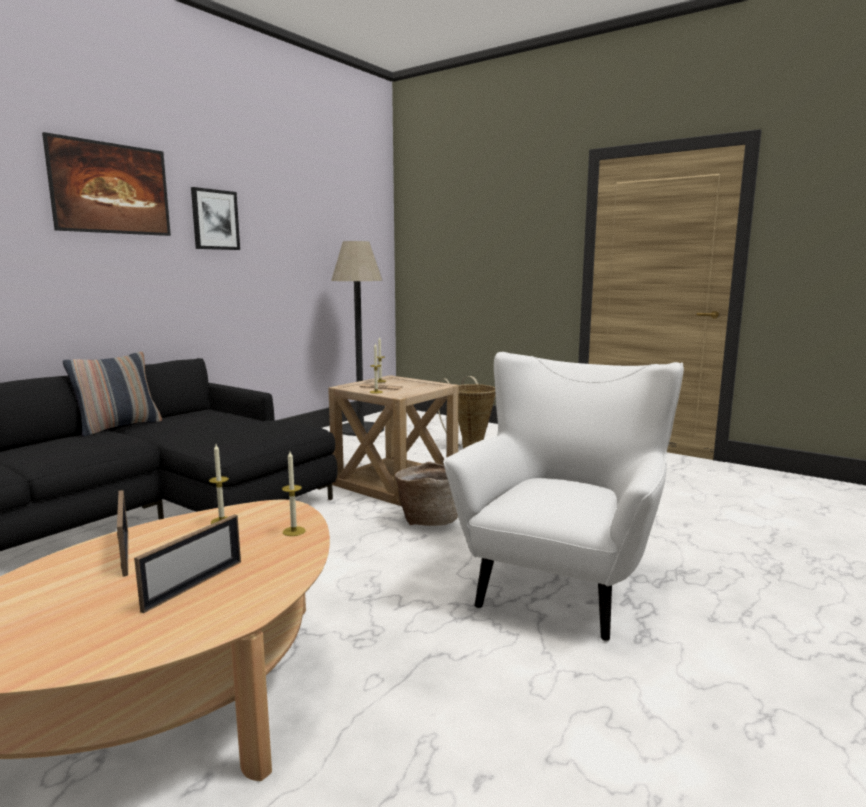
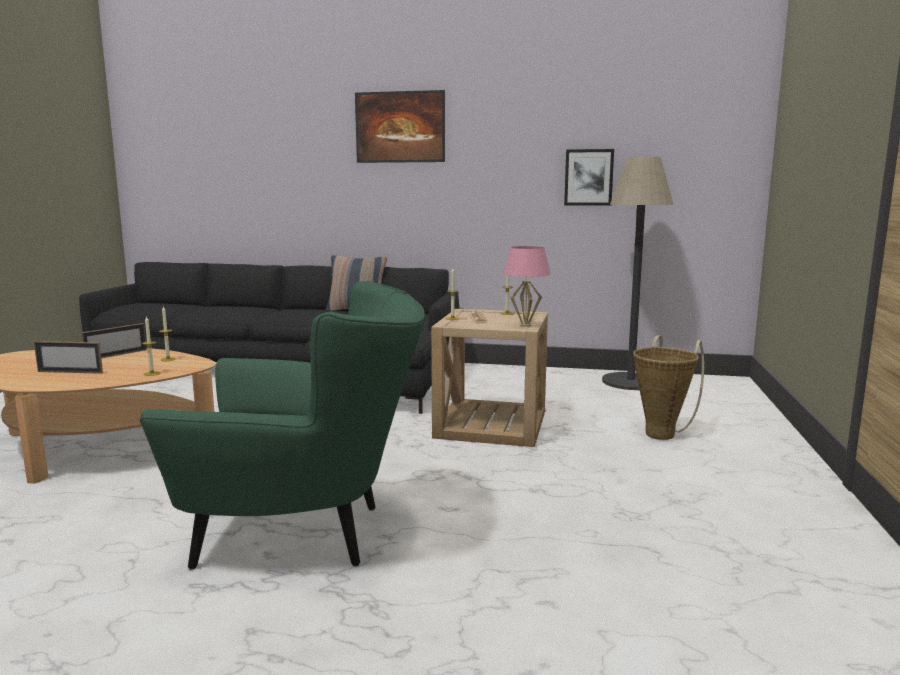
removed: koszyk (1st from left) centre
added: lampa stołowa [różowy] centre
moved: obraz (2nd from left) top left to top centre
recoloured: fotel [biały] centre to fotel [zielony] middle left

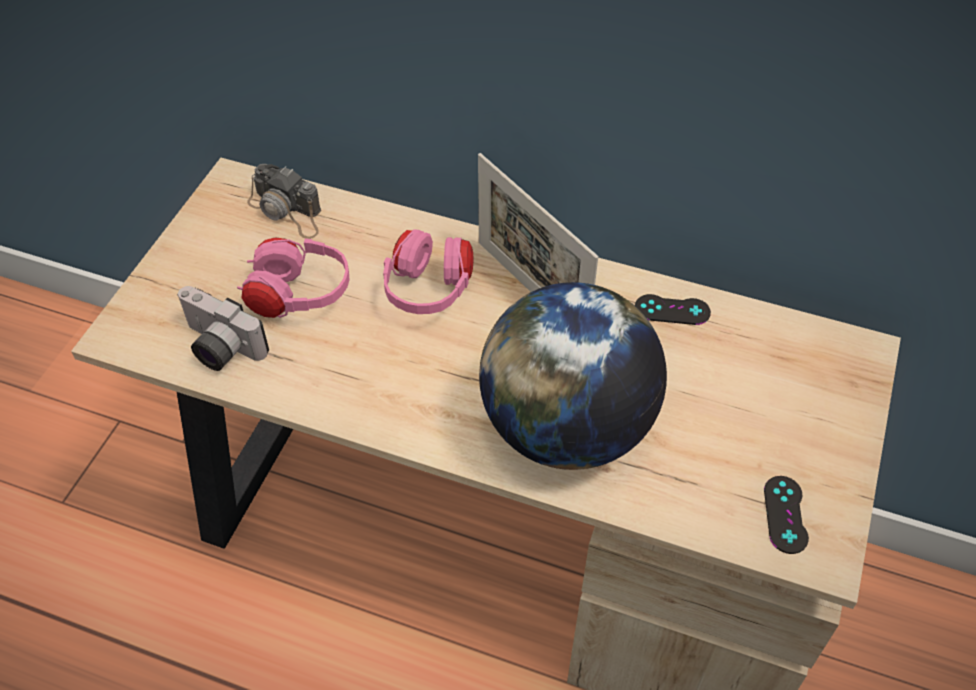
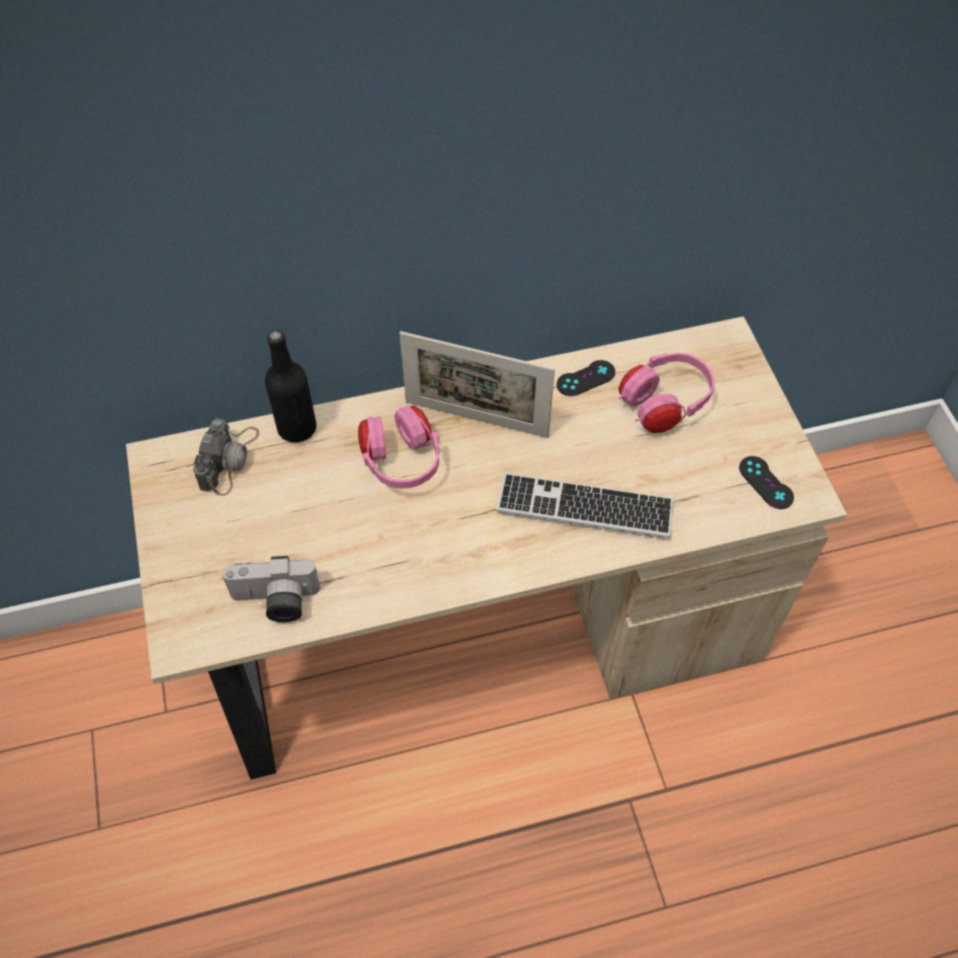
added: butelka [czarny] middle left
moved: słuchawki [różowy] (1st from left in the first image) middle left to słuchawki [różowy] (2nd from left) middle right
replaced: globus centre to klawiatura centre
turned: aparat fotograficzny (2nd from left in the first image) top left = middle left 75 degrees counterclockwise

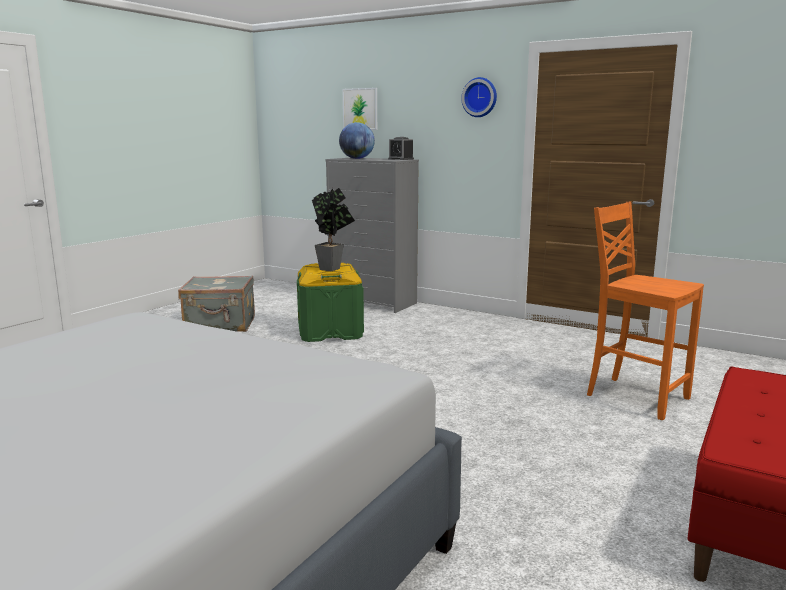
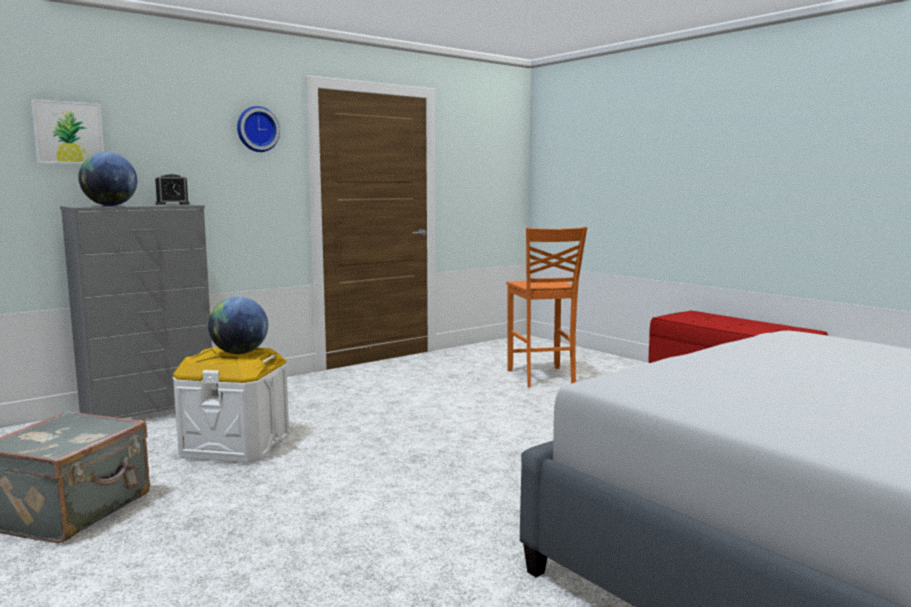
replaced: roślina doniczkowa centre to globus (2nd from left) middle left
recoloured: pojemnik do przechowywania [zielony] centre to pojemnik do przechowywania [biały] bottom left
turned: krzesło [pomarańczowy] middle right = centre 75 degrees counterclockwise

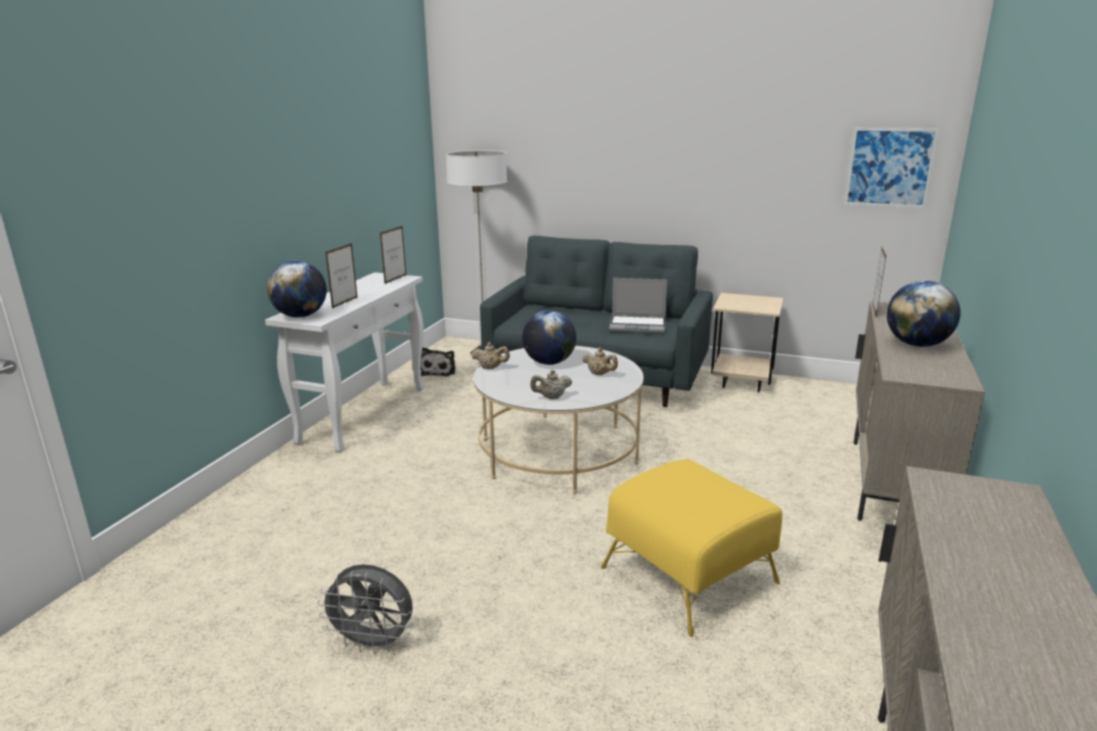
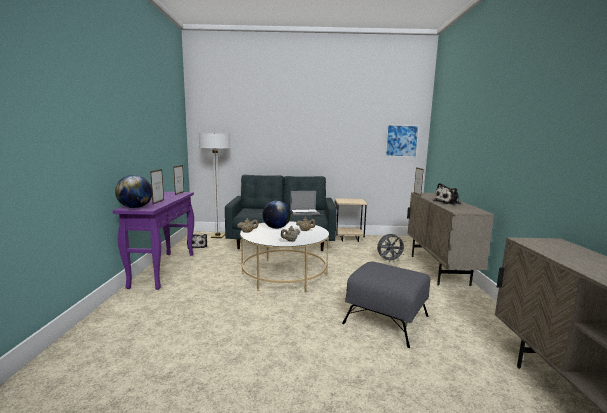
moved: wentylator [szary] bottom left to centre
replaced: globus (3rd from left) middle right to pluszak (2nd from left) middle right
recoloured: stolik konsolowy [biały] middle left to stolik konsolowy [fioletowy] middle left; pufa [żółty] bottom centre to pufa [szary] bottom centre

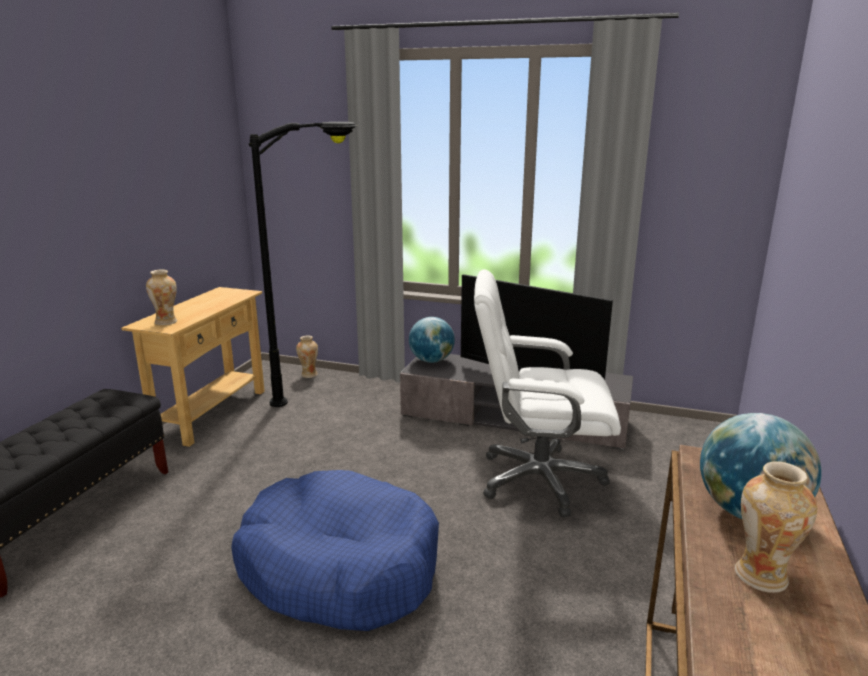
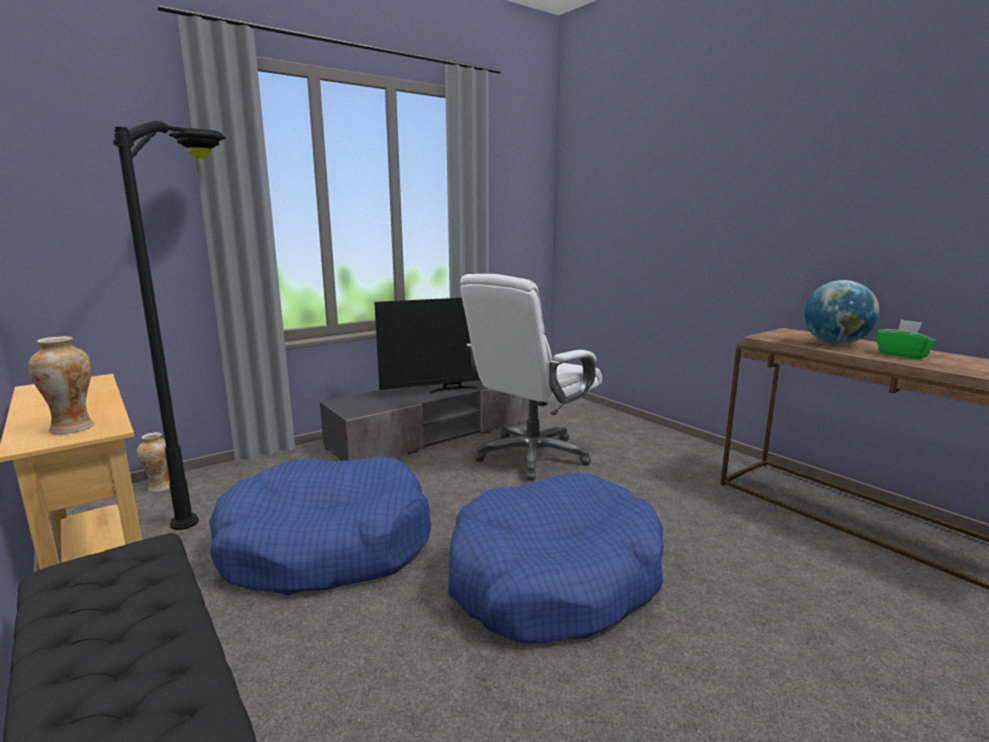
removed: globus (1st from left) centre
added: legowisko [niebieski] (1st from left) bottom left
replaced: wazon (3rd from left) bottom right to pudełko chusteczek [zielony] middle right

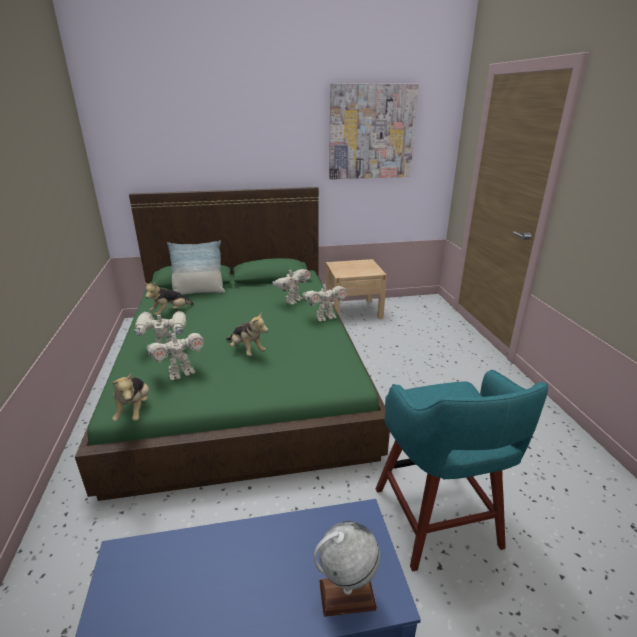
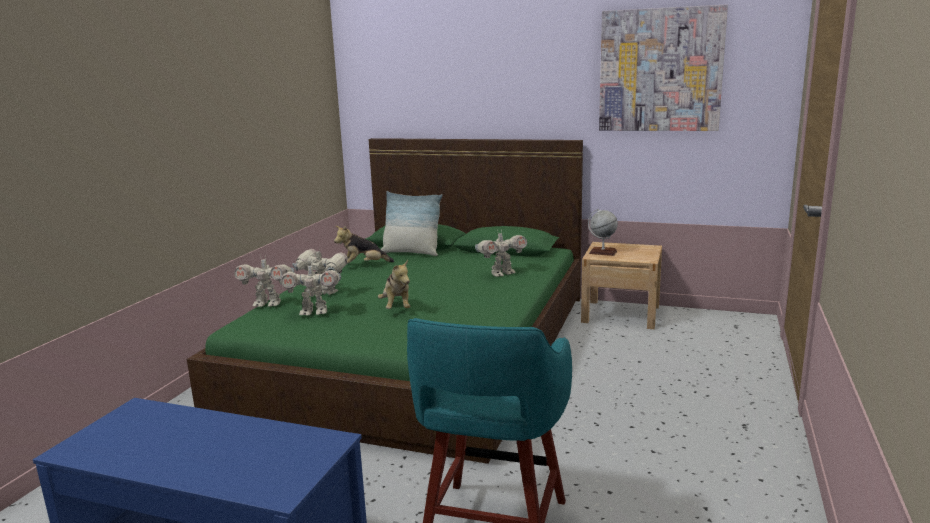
removed: pluszak (1st from left) middle left
moved: robot zabawkowy (4th from left in the first image) centre to robot zabawkowy (1st from left) middle left; globus bottom centre to centre

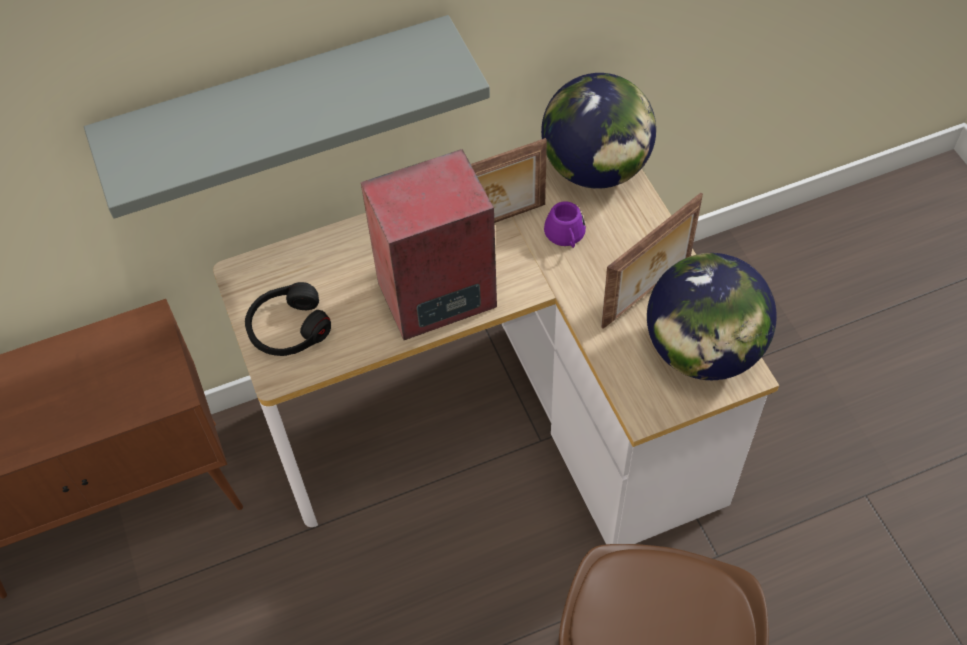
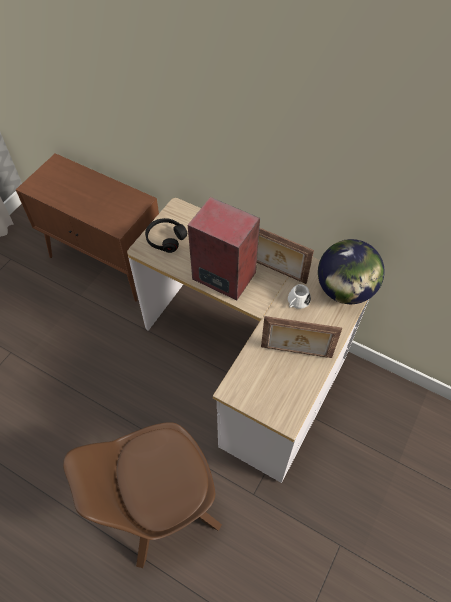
removed: półka [szary] top left; globus (2nd from left) middle right
recoloured: kubek [fioletowy] centre to kubek [biały] centre

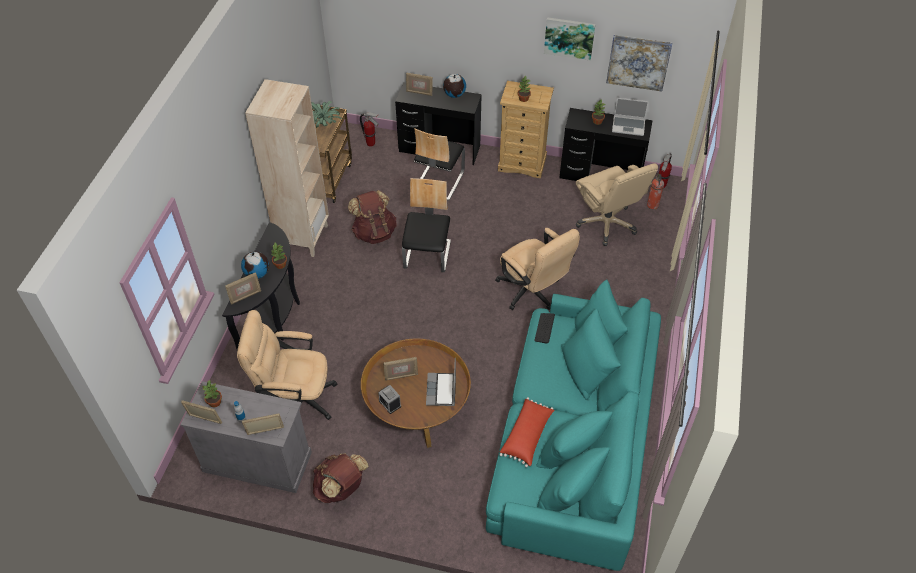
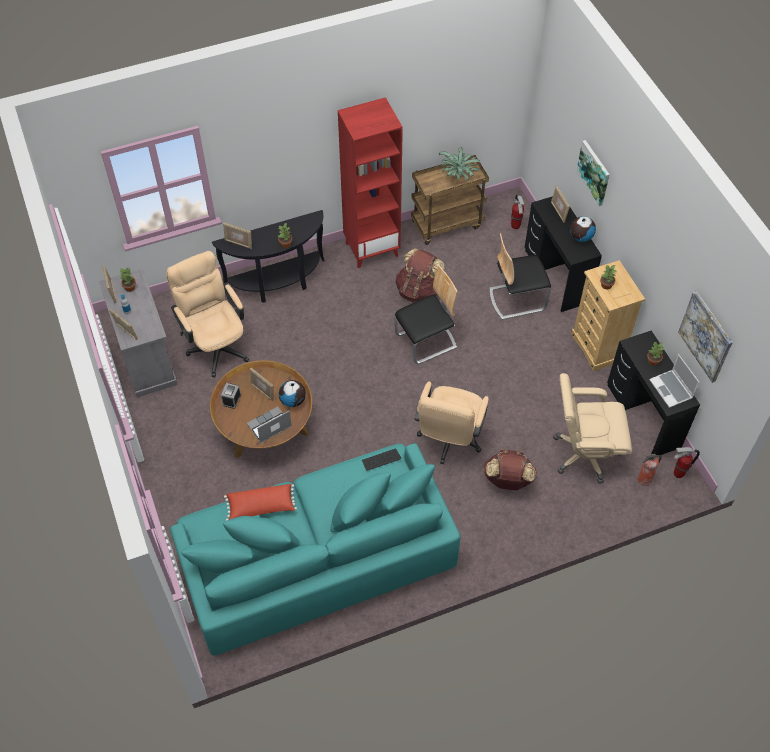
moved: obraz (1st from left) top centre to top right; globus (1st from left) middle left to centre; plecak [brązowy] (1st from left in the first image) bottom centre to plecak [brązowy] (2nd from left) centre
recoloured: regał [beżowy] top left to regał [czerwony] top centre
turned: krzesło biurowe [beżowy] (3rd from left) middle right = middle right 60 degrees clockwise

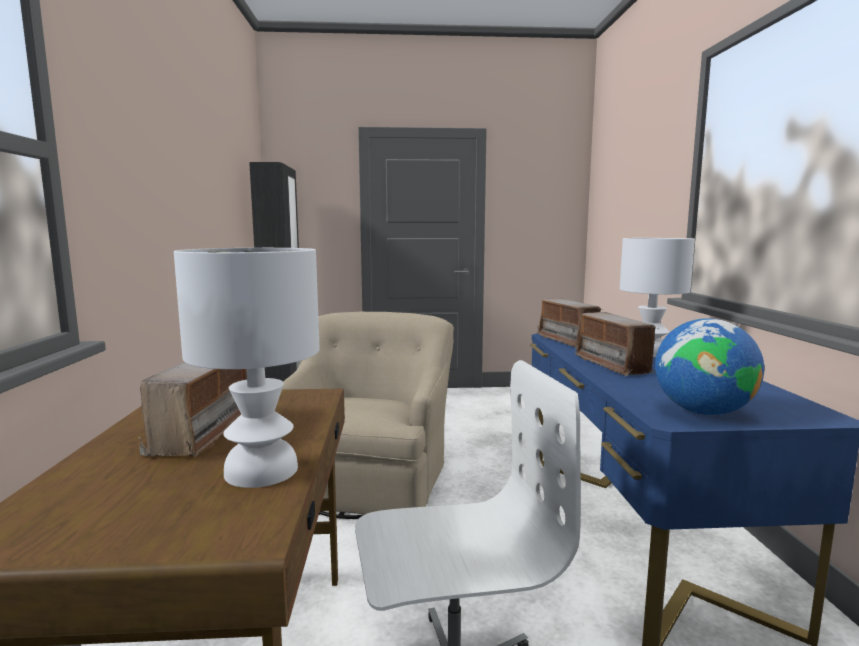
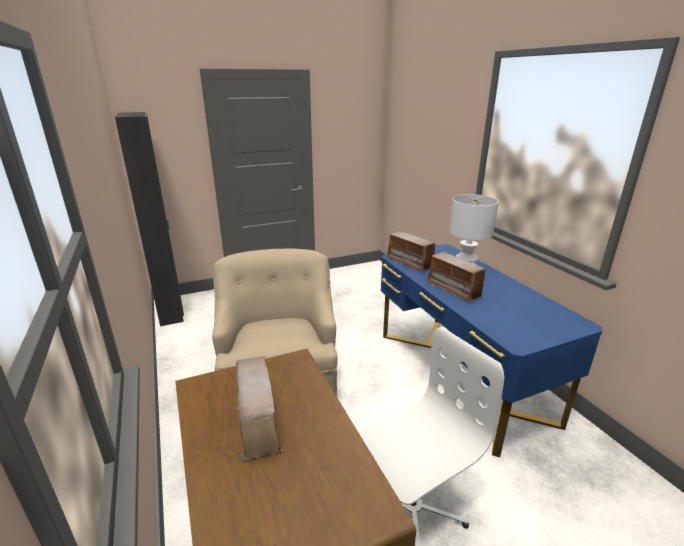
removed: lampa stołowa [biały] (1st from left) middle left; globus middle right

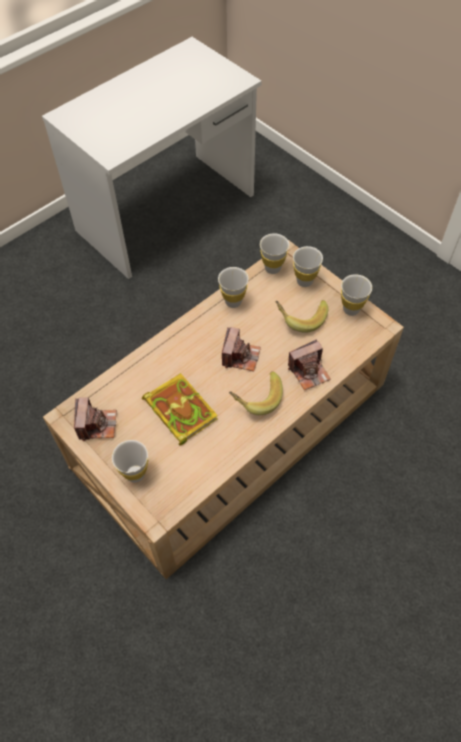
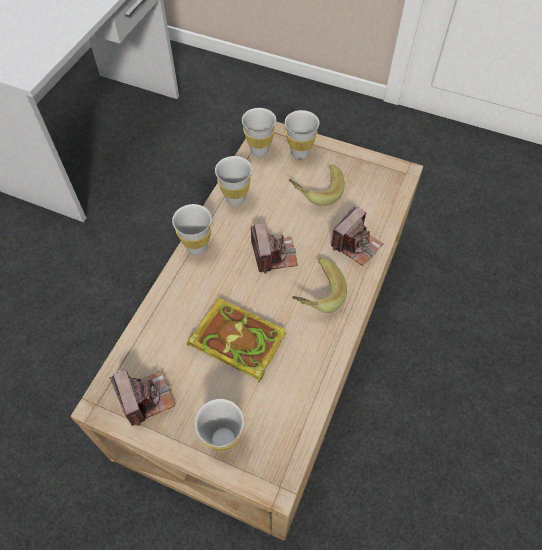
moved: filiżanka [biały] (5th from left in the first image) middle right to filiżanka [biały] (1st from left) centre

